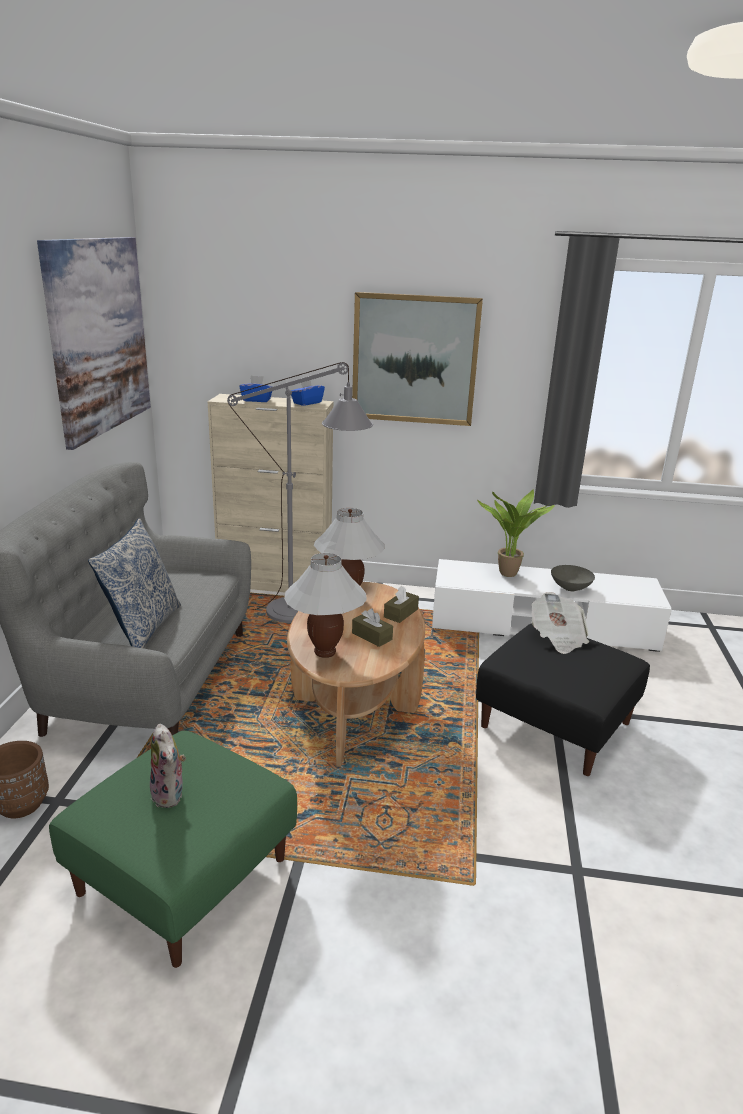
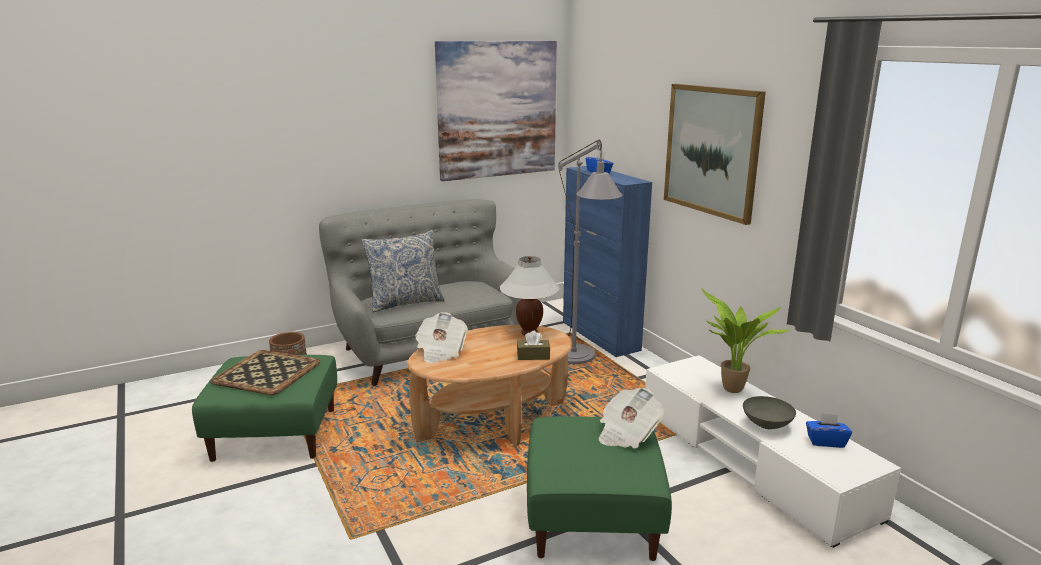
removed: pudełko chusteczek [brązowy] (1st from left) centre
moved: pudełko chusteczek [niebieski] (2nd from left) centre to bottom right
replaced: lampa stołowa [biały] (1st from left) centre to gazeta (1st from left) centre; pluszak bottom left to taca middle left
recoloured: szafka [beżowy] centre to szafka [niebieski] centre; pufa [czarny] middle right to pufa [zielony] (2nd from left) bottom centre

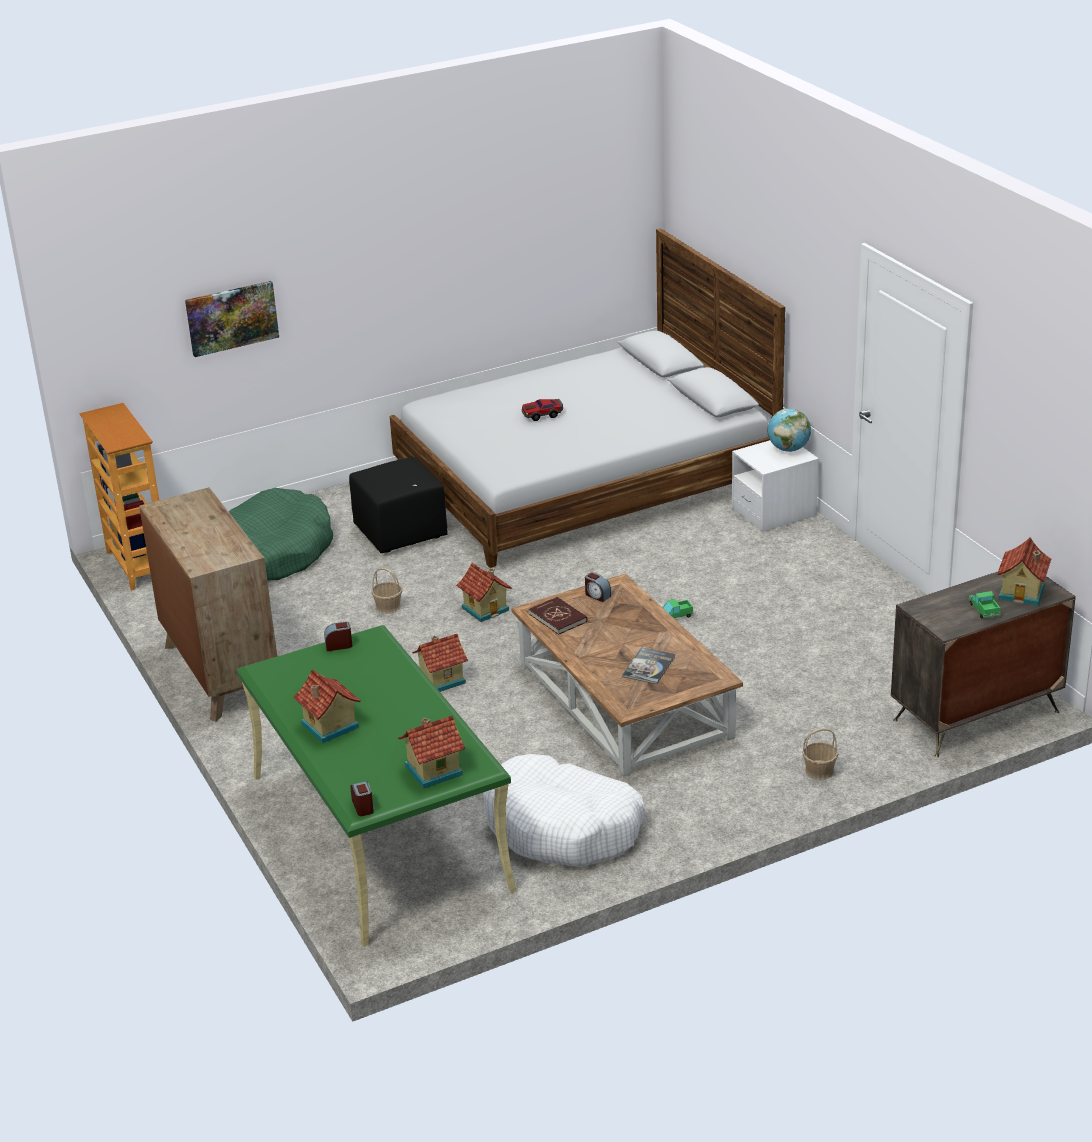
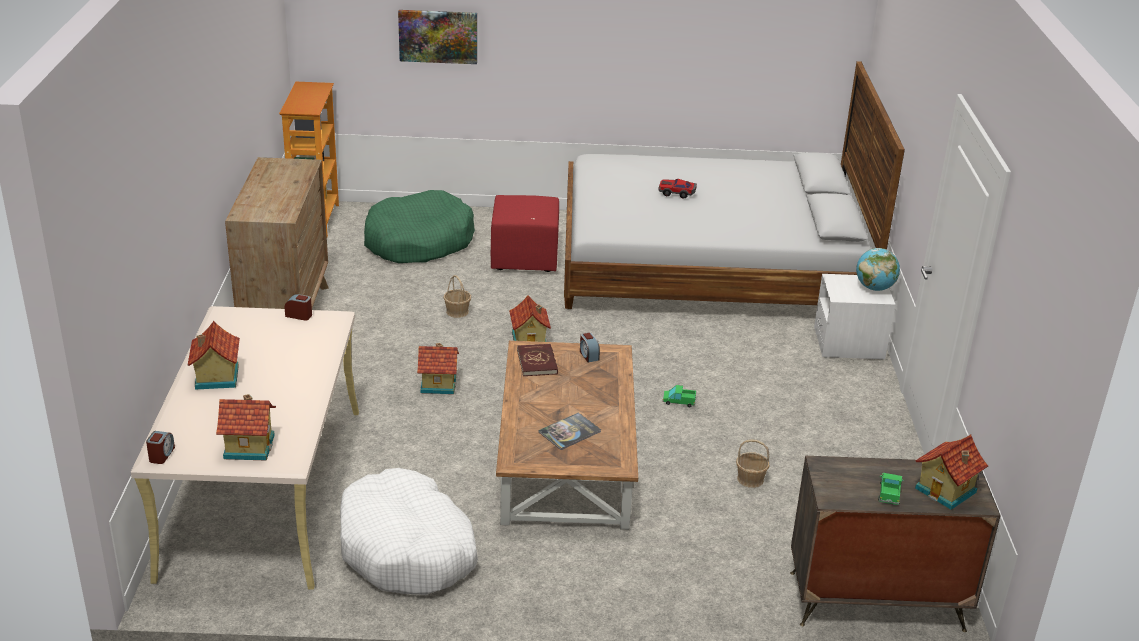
moved: koszyk (2nd from left) middle right to bottom centre
recoloured: pufa [czarny] centre to pufa [czerwony] centre; biurko [zielony] bottom centre to biurko [beżowy] bottom left

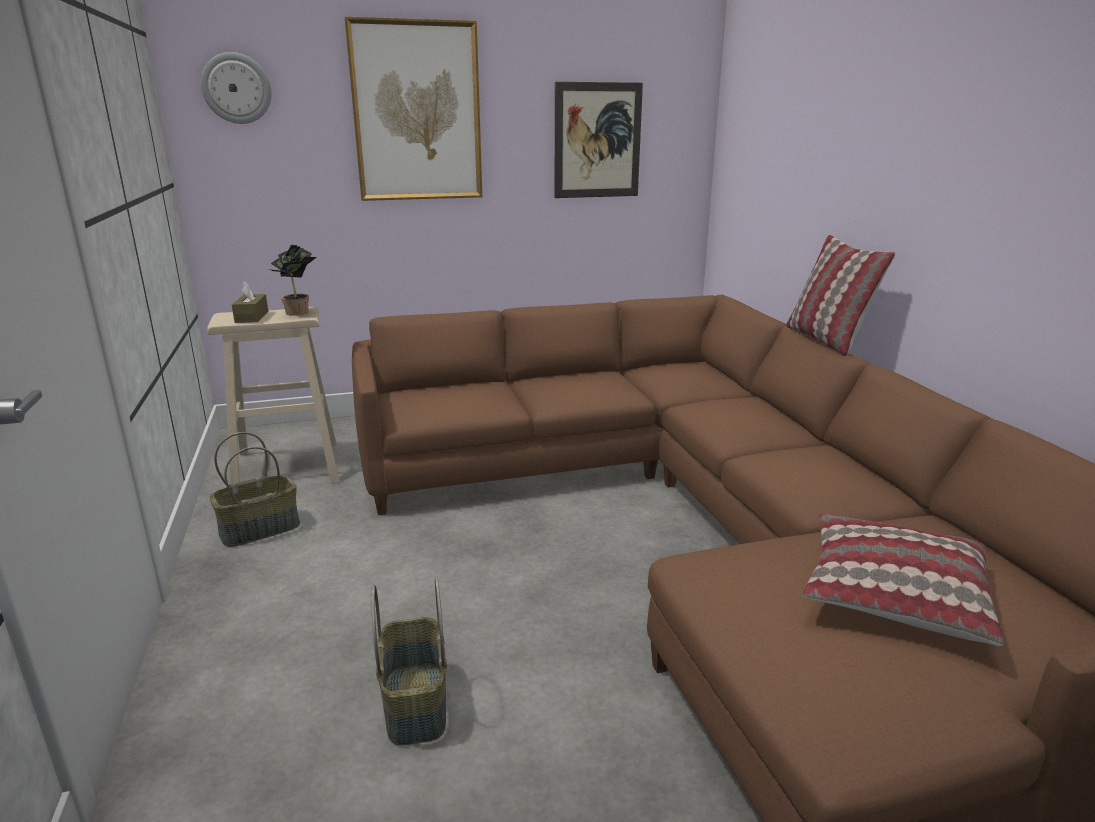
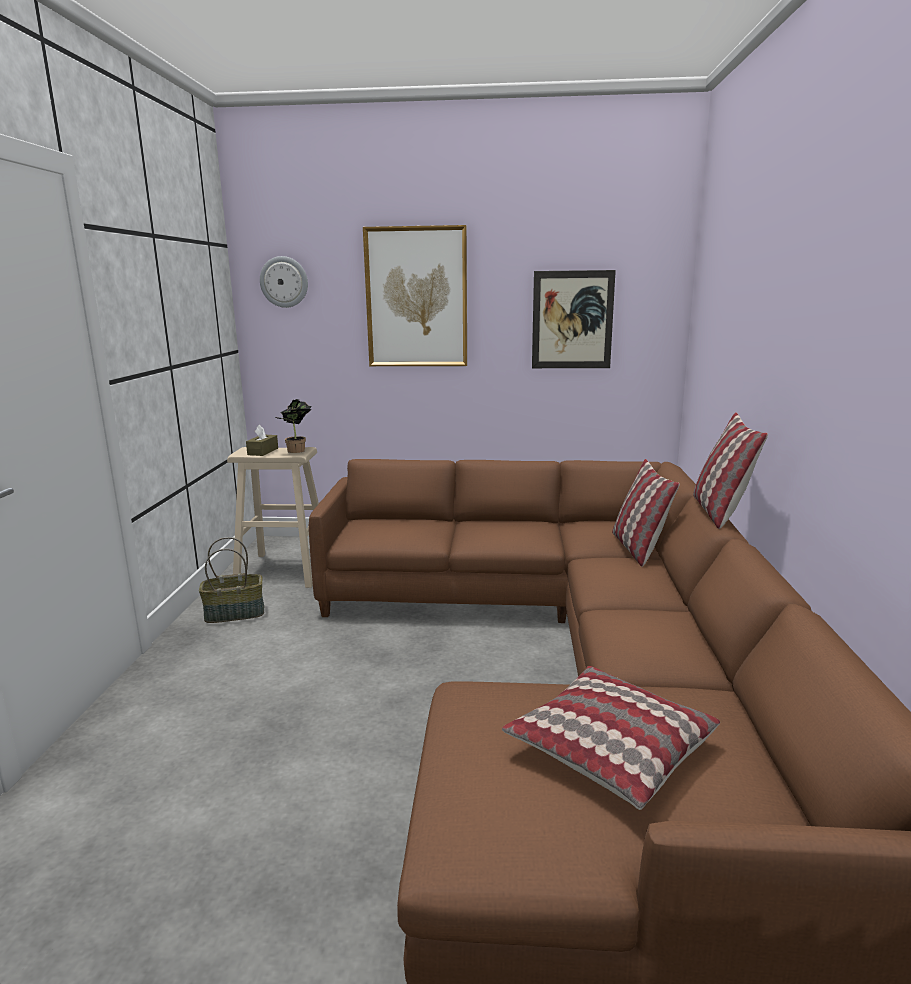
removed: koszyk (2nd from left) bottom centre
added: poduszka (2nd from left) middle right

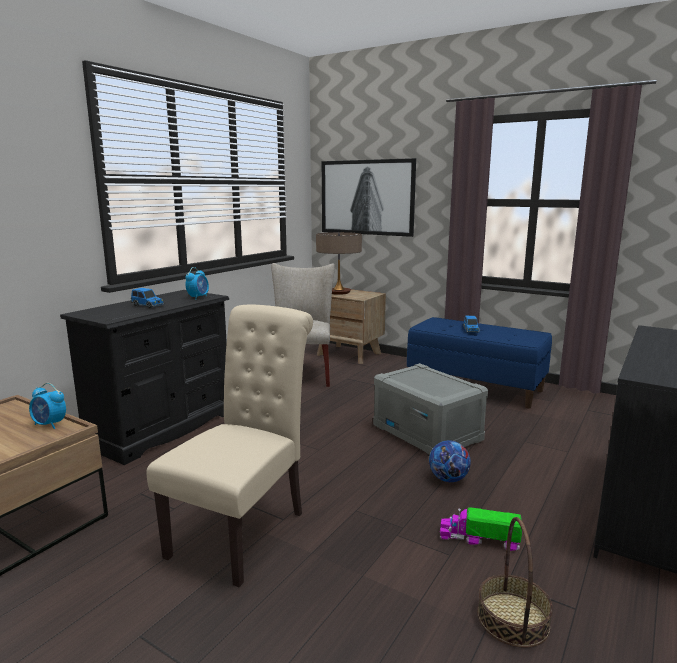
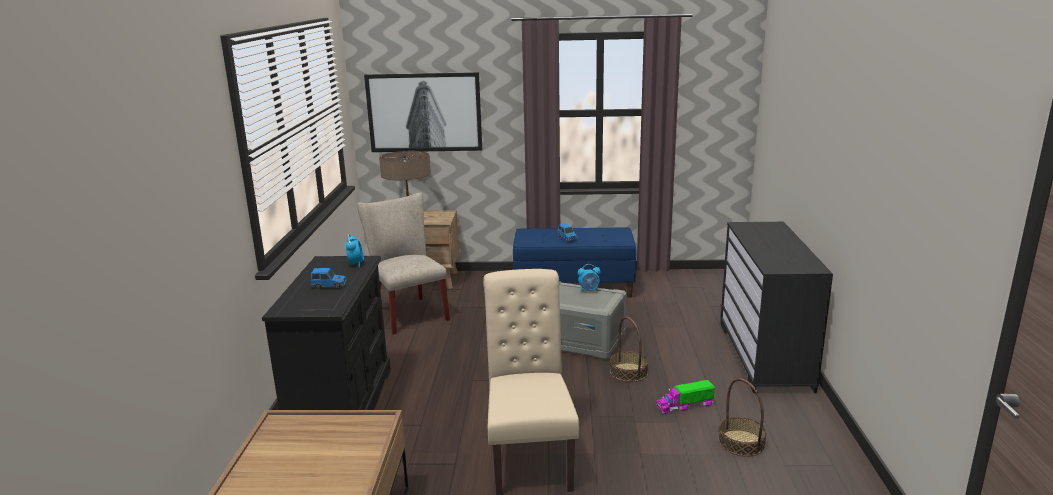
moved: budzik (1st from left in the first image) middle left to budzik (2nd from left) centre
replaced: piłka futbolowa bottom centre to koszyk (1st from left) bottom centre

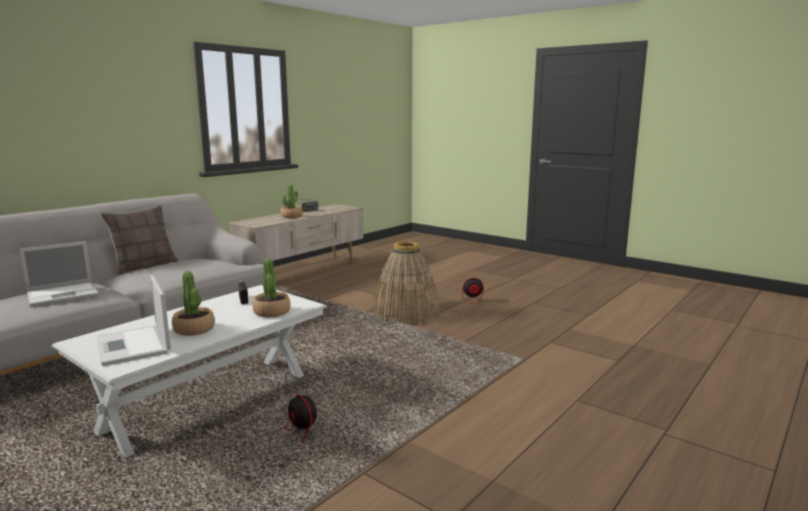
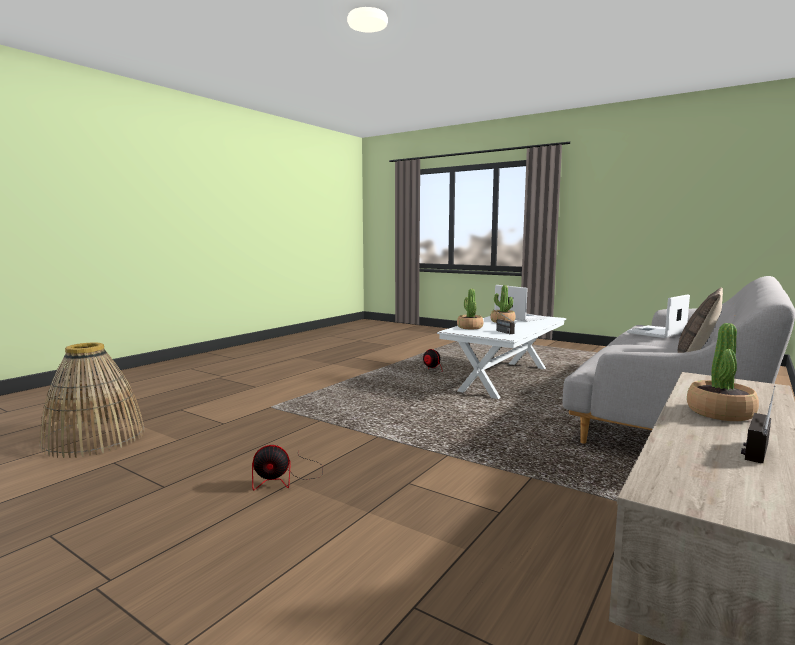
moved: koszyk centre to middle left

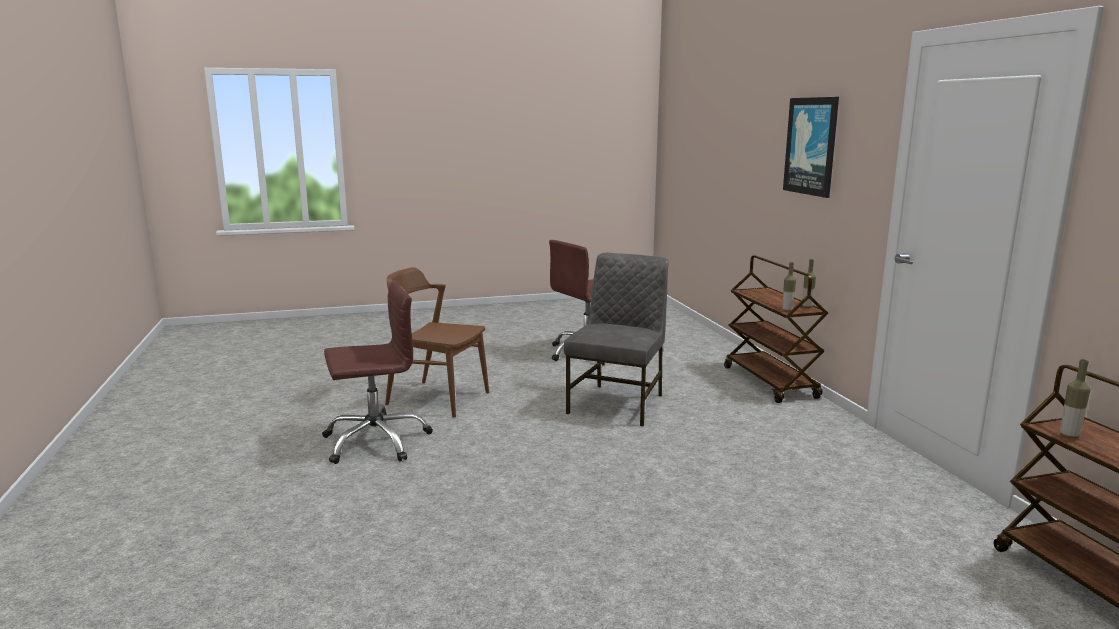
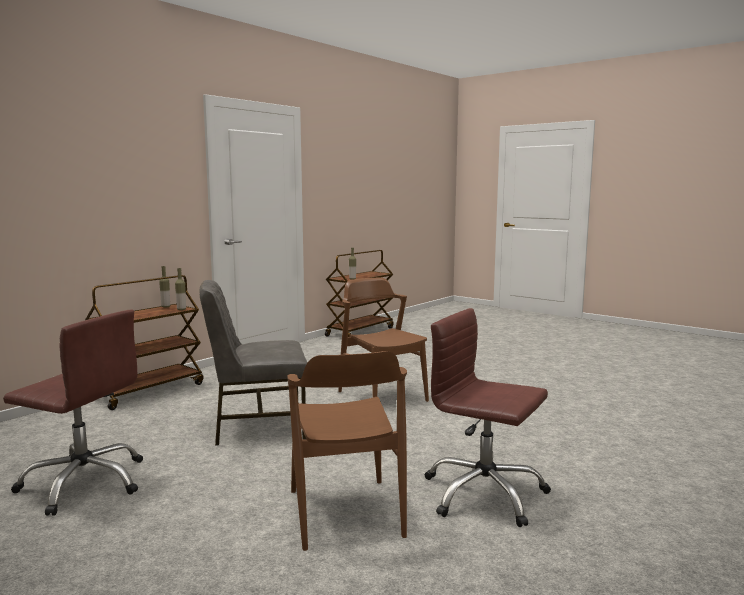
removed: obraz top right
added: krzesło [brązowy] (2nd from left) centre

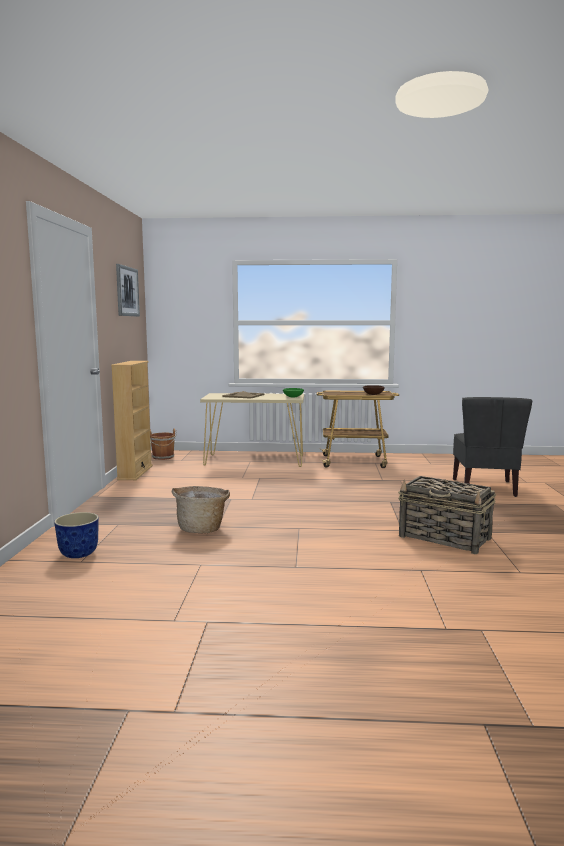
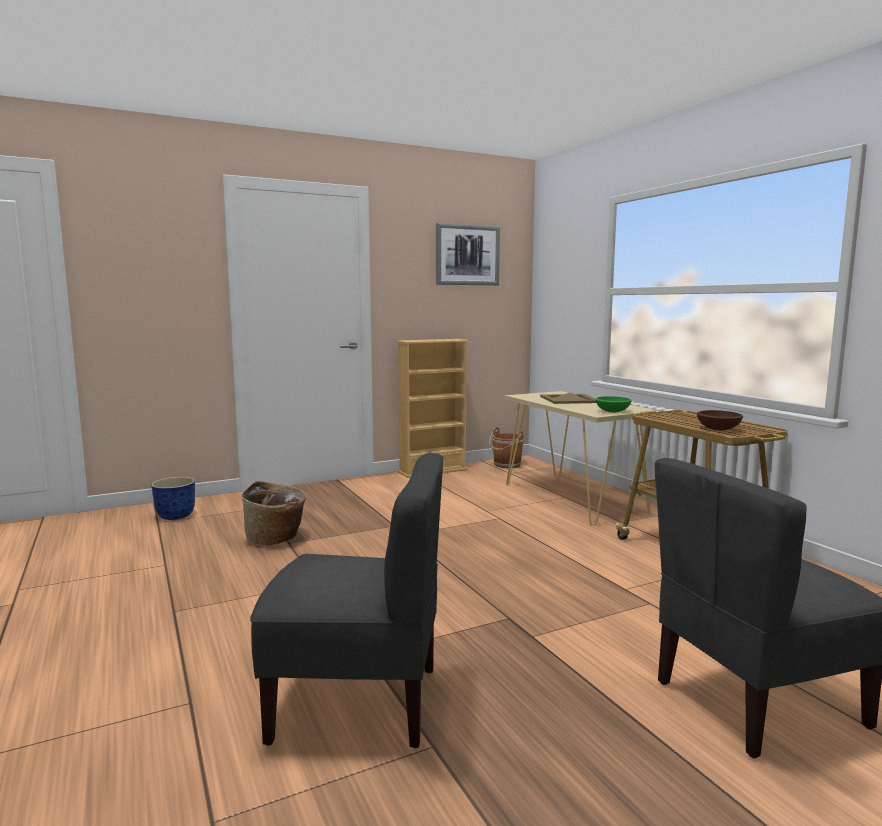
replaced: koszyk (2nd from left) middle right to krzesło [szary] (1st from left) bottom centre

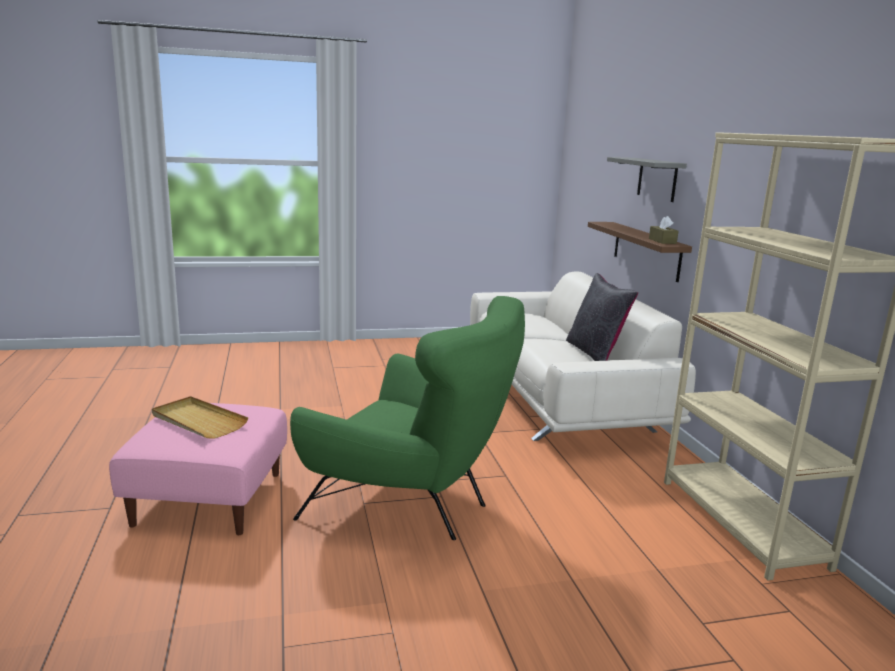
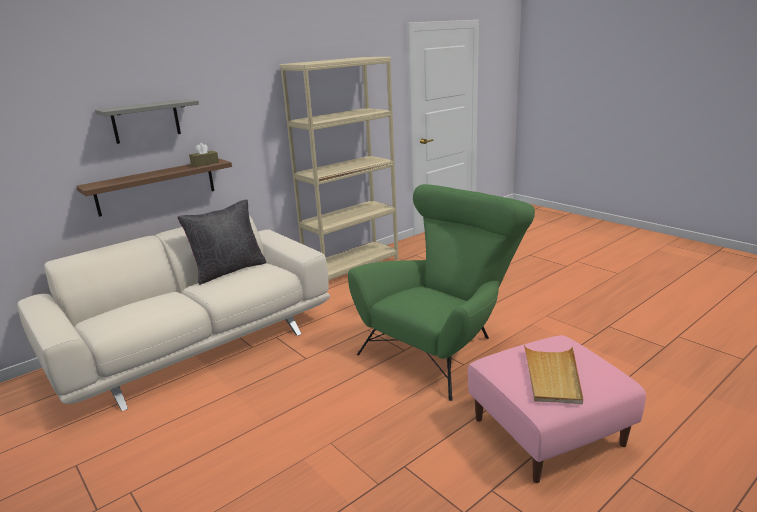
turned: fotel [zielony] centre = centre 45 degrees clockwise

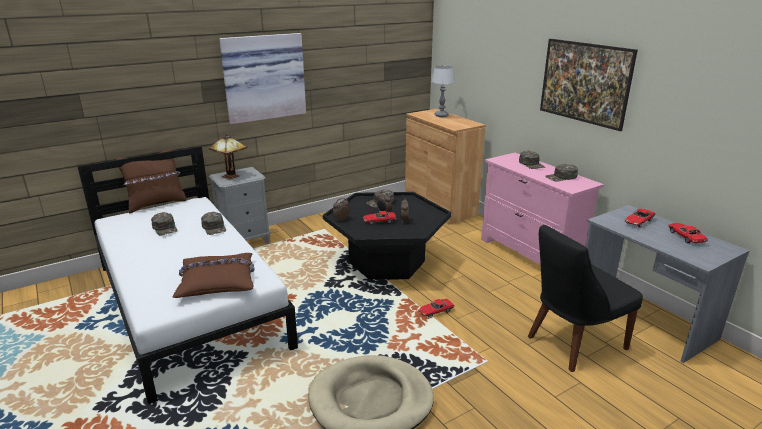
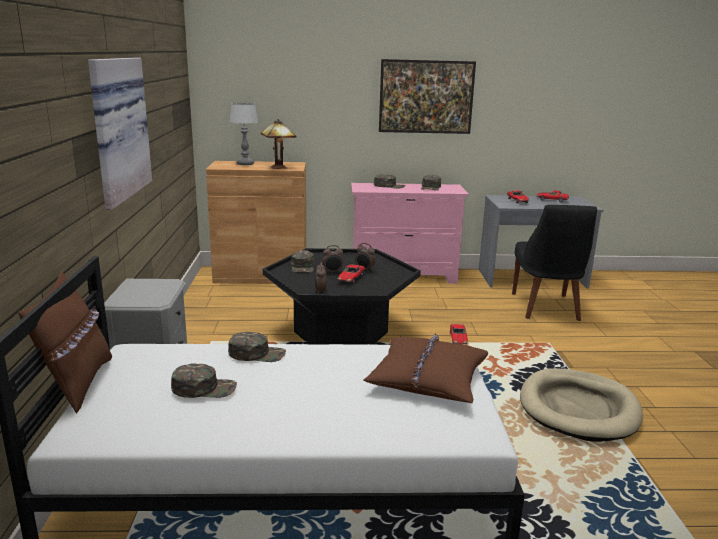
moved: lampa stołowa (1st from left in the first image) middle left to lampa stołowa (2nd from left) top centre

